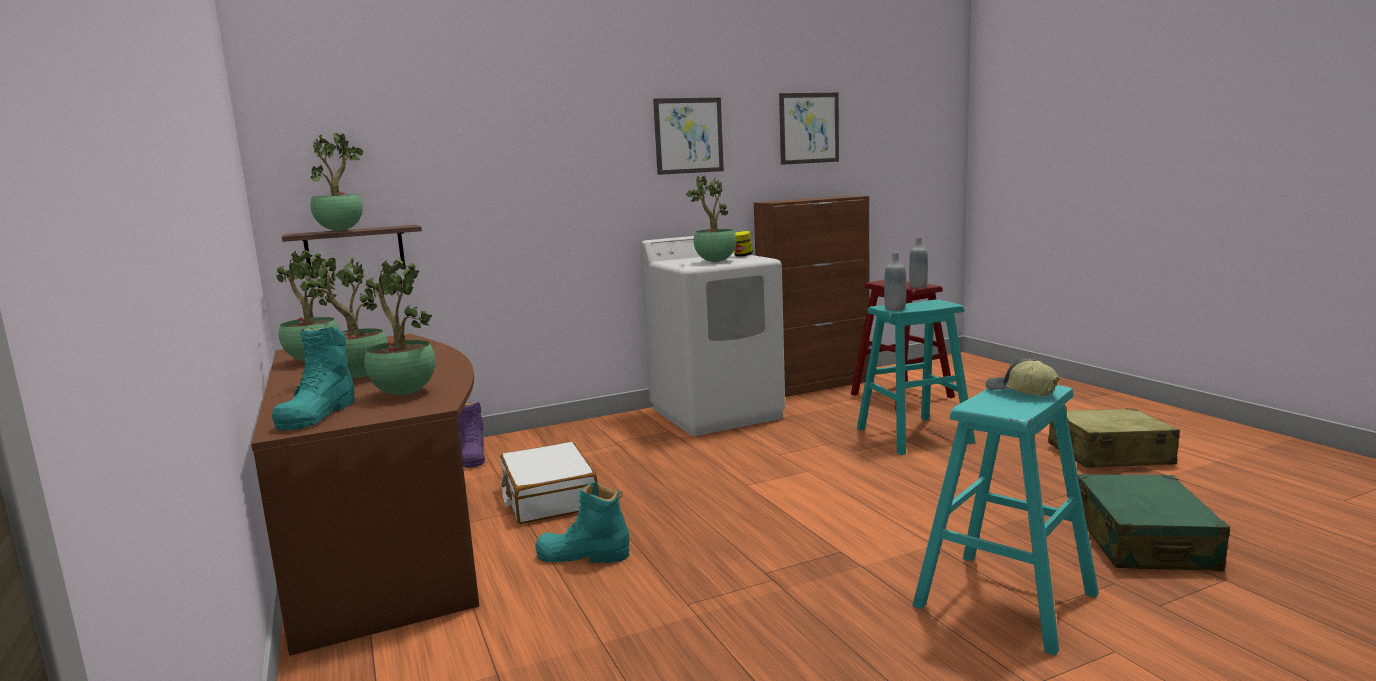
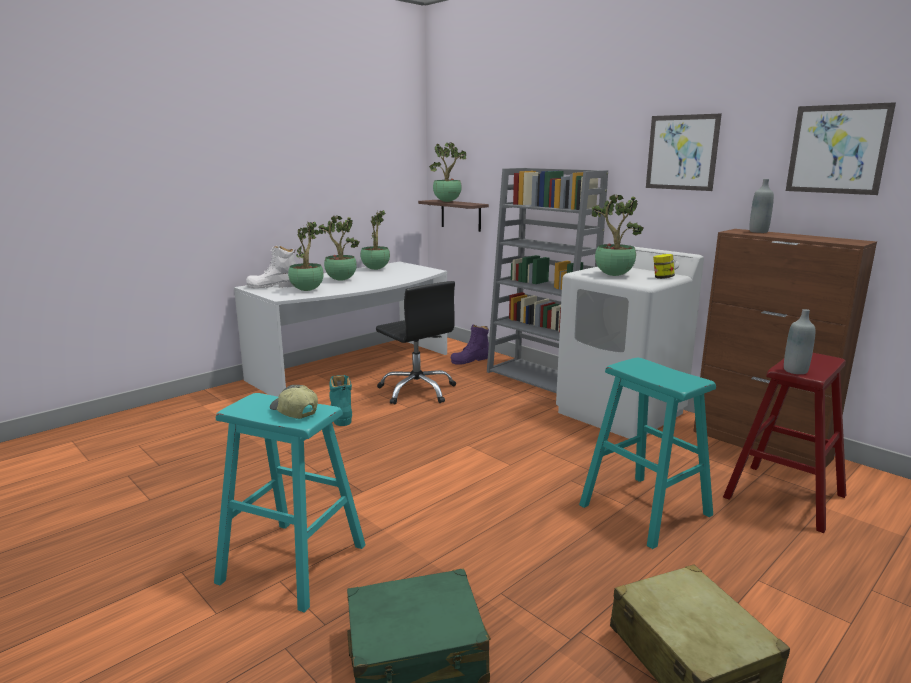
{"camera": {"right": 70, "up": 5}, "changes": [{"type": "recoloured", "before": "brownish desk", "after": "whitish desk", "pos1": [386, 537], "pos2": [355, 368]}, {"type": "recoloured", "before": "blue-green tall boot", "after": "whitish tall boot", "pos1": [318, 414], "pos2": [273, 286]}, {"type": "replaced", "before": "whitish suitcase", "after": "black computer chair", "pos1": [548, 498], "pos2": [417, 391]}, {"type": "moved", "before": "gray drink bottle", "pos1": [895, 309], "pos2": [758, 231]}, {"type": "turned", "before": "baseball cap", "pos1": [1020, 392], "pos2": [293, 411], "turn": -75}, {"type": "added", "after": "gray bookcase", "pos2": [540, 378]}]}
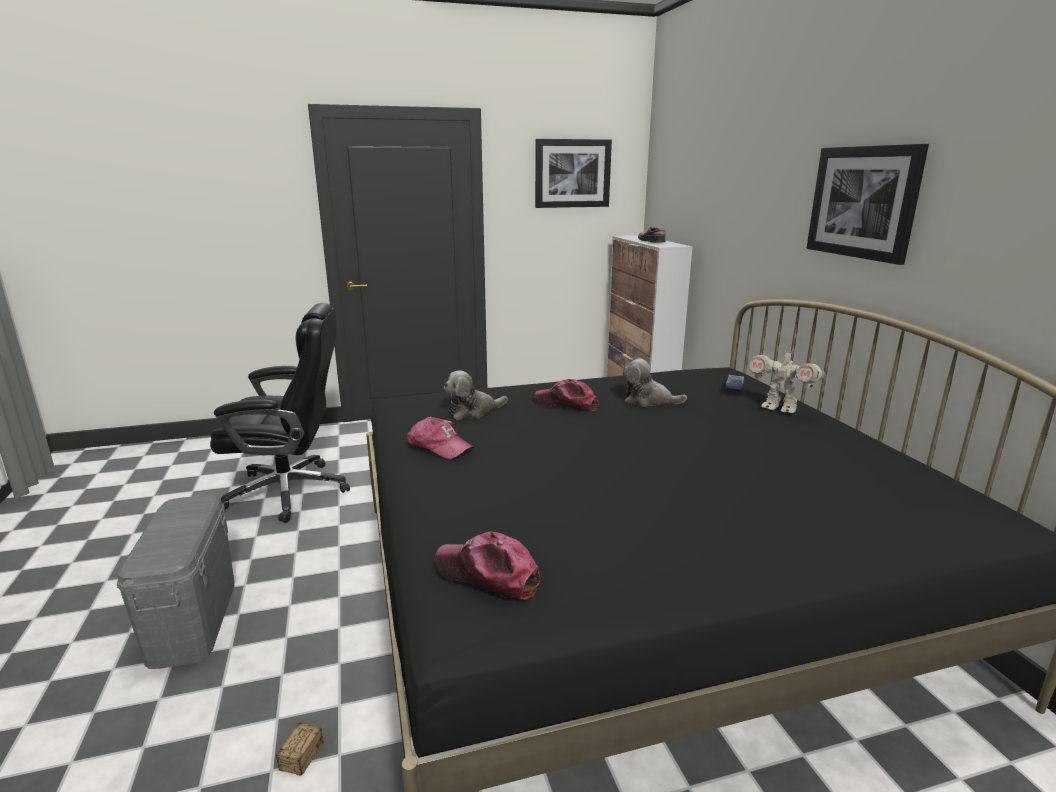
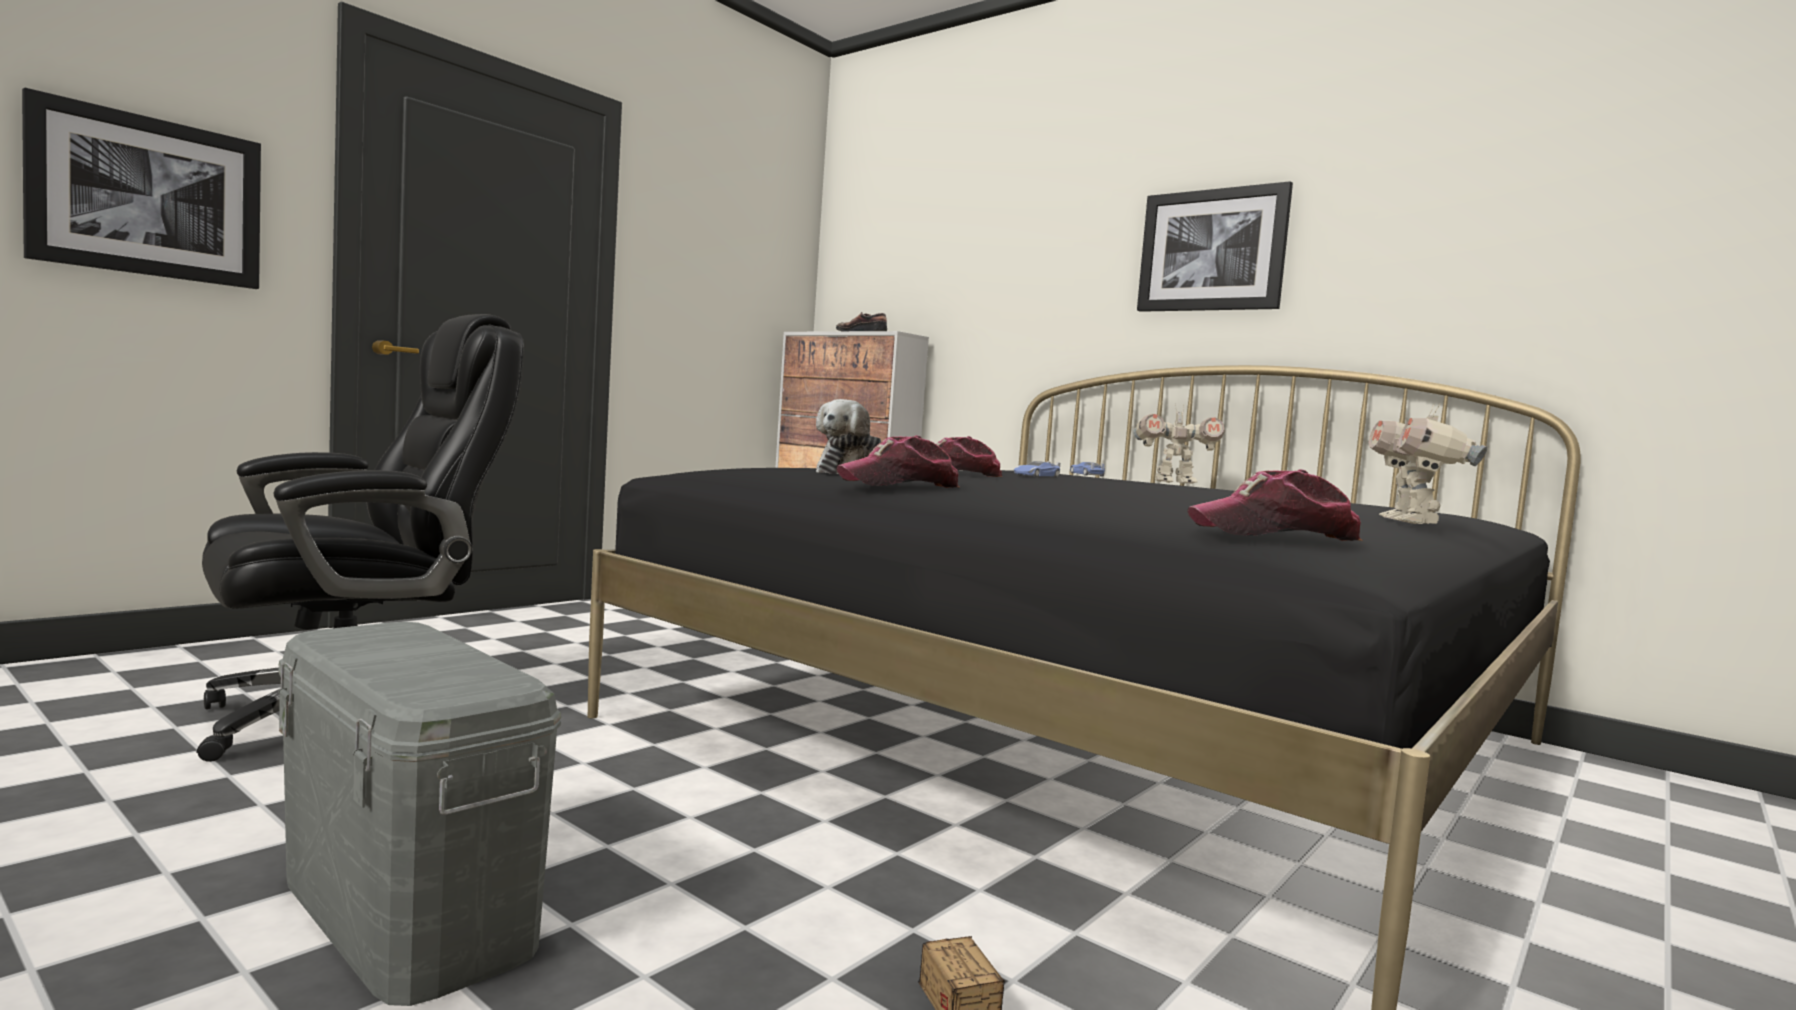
{"camera": {"right": -35, "up": -15}, "changes": [{"type": "turned", "before": "baseball cap", "pos1": [439, 446], "pos2": [900, 485], "turn": 150}, {"type": "moved", "before": "wall art", "pos1": [572, 173], "pos2": [148, 197]}, {"type": "replaced", "before": "cuddly toy", "after": "model car", "pos1": [648, 401], "pos2": [1036, 476]}, {"type": "added", "after": "toy robot", "pos2": [1413, 523]}]}
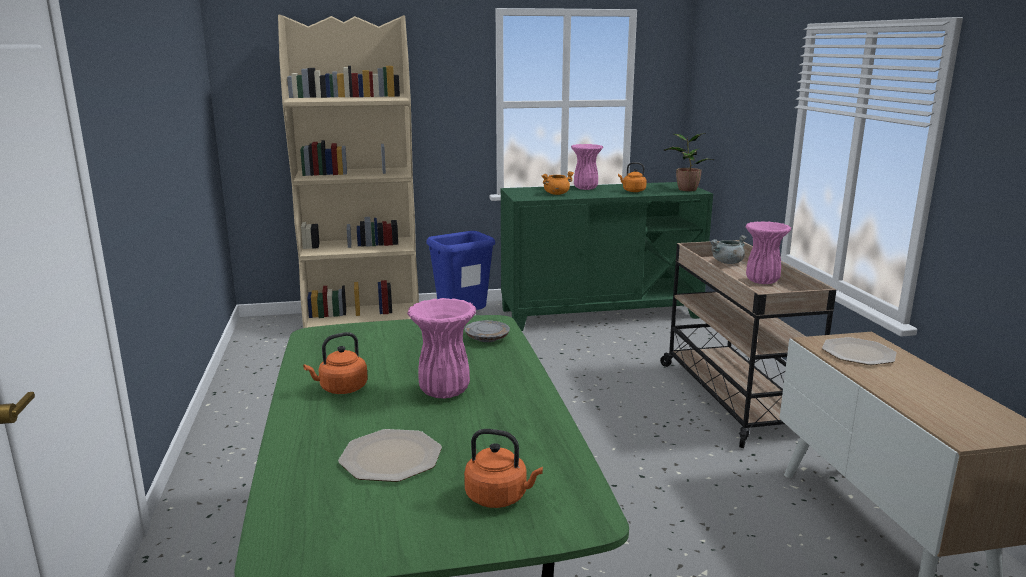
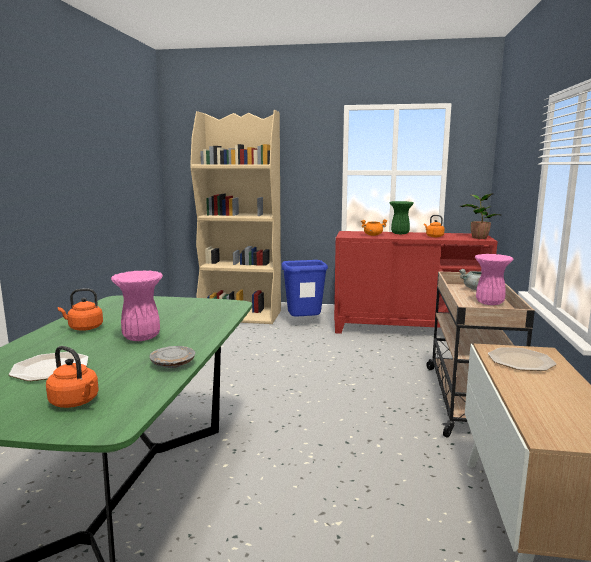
{"camera": {"right": 20, "up": -5}, "changes": [{"type": "moved", "before": "gray flat dish", "pos1": [487, 338], "pos2": [173, 364]}, {"type": "recoloured", "before": "greenish cabinet", "after": "red cabinet", "pos1": [600, 313], "pos2": [407, 329]}, {"type": "recoloured", "before": "pink-coloured vase", "after": "greenish vase", "pos1": [585, 188], "pos2": [399, 233]}]}
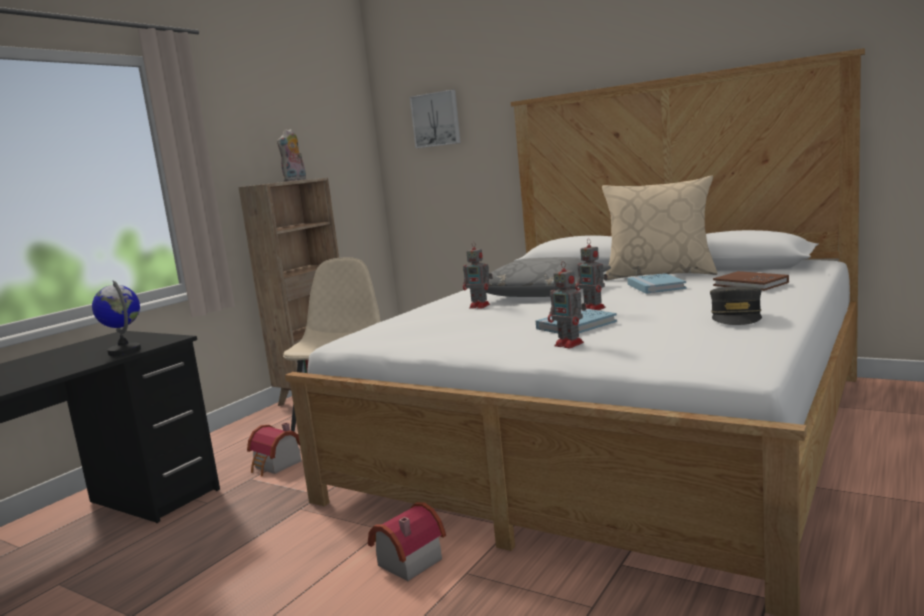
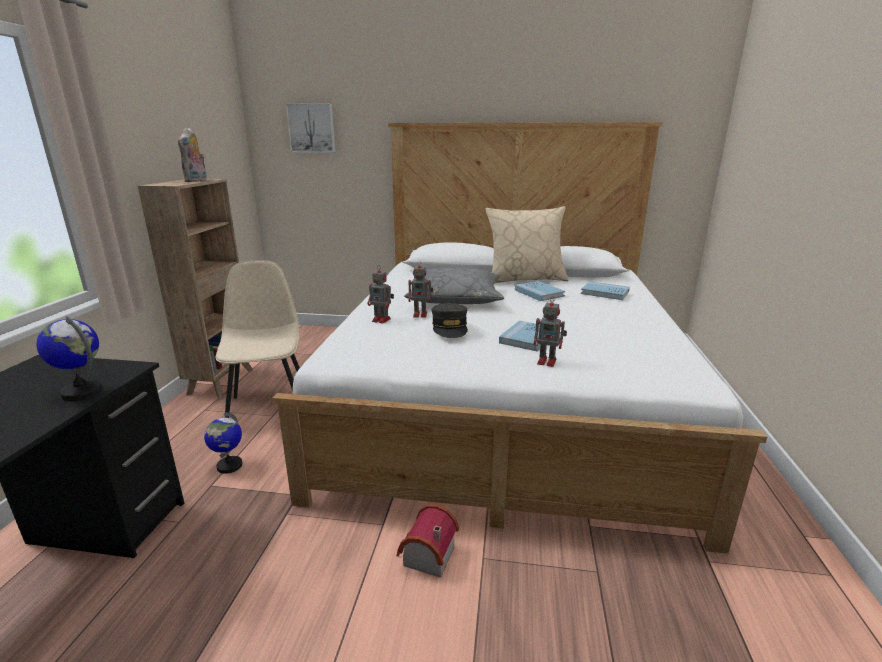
{"camera": {"right": -25, "up": 10}, "changes": [{"type": "replaced", "before": "model house", "after": "desk globe", "pos1": [276, 465], "pos2": [229, 466]}, {"type": "moved", "before": "toy robot", "pos1": [594, 309], "pos2": [382, 320]}, {"type": "moved", "before": "gray baseball cap", "pos1": [736, 316], "pos2": [450, 328]}, {"type": "recoloured", "before": "brownish bound book", "after": "bluish bound book", "pos1": [750, 284], "pos2": [605, 293]}]}
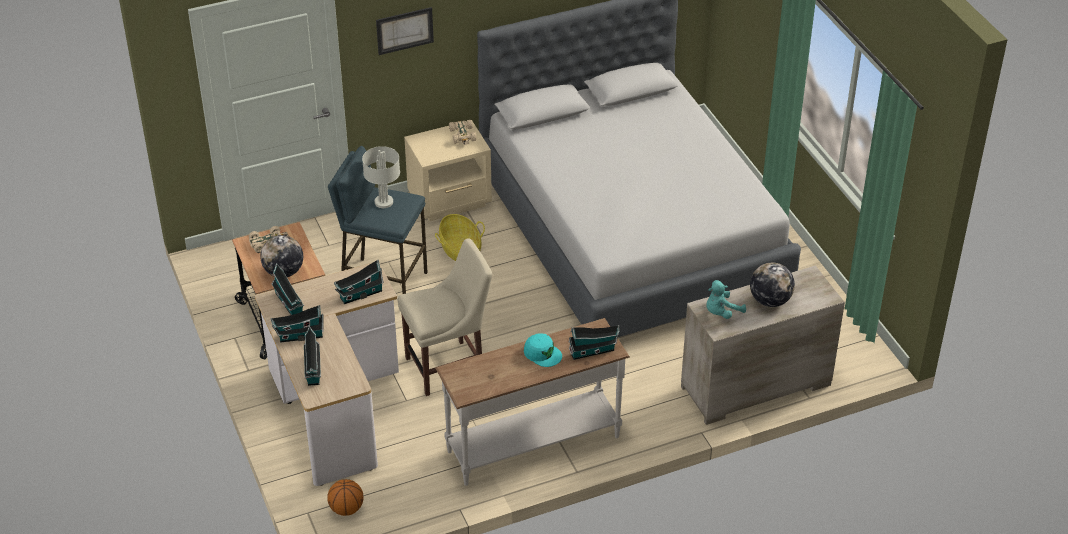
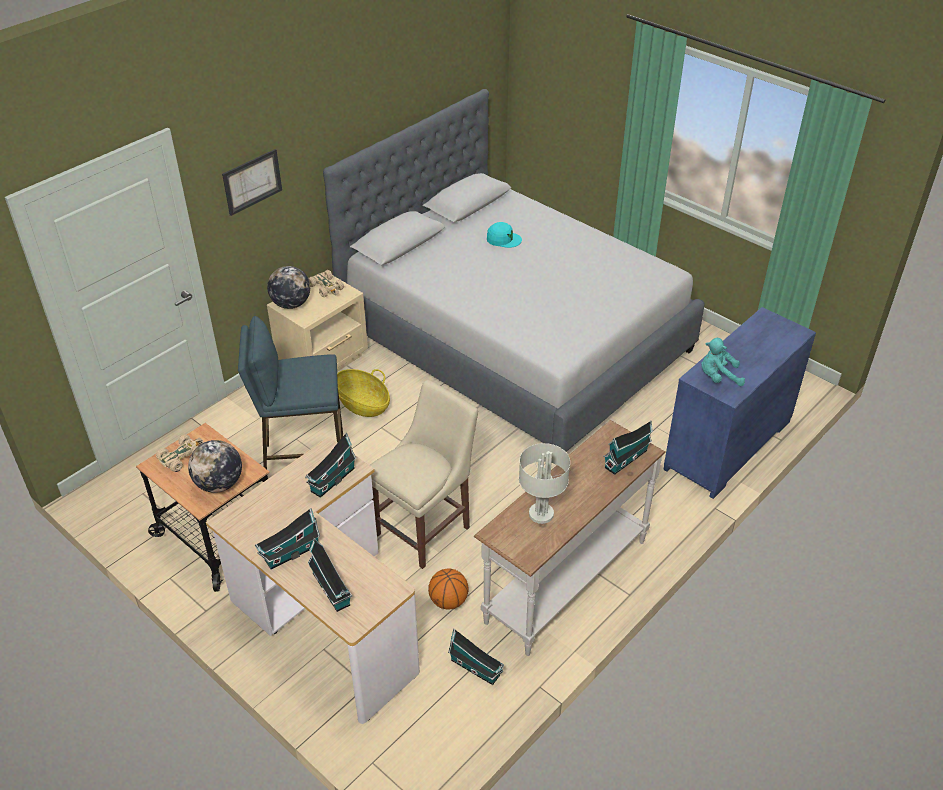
{"camera": {"right": -25, "up": 0}, "changes": [{"type": "moved", "before": "model house", "pos1": [289, 304], "pos2": [477, 669]}, {"type": "moved", "before": "ball for basketball", "pos1": [346, 509], "pos2": [448, 601]}, {"type": "moved", "before": "gray lamp for a table", "pos1": [383, 202], "pos2": [540, 514]}, {"type": "moved", "before": "blue-green baseball cap", "pos1": [542, 353], "pos2": [503, 239]}, {"type": "recoloured", "before": "beige-coloured drawer chest", "after": "bluish drawer chest", "pos1": [756, 387], "pos2": [728, 446]}, {"type": "turned", "before": "blue-green cuddly toy", "pos1": [721, 312], "pos2": [718, 377], "turn": 60}, {"type": "moved", "before": "desk globe", "pos1": [770, 301], "pos2": [291, 304]}]}
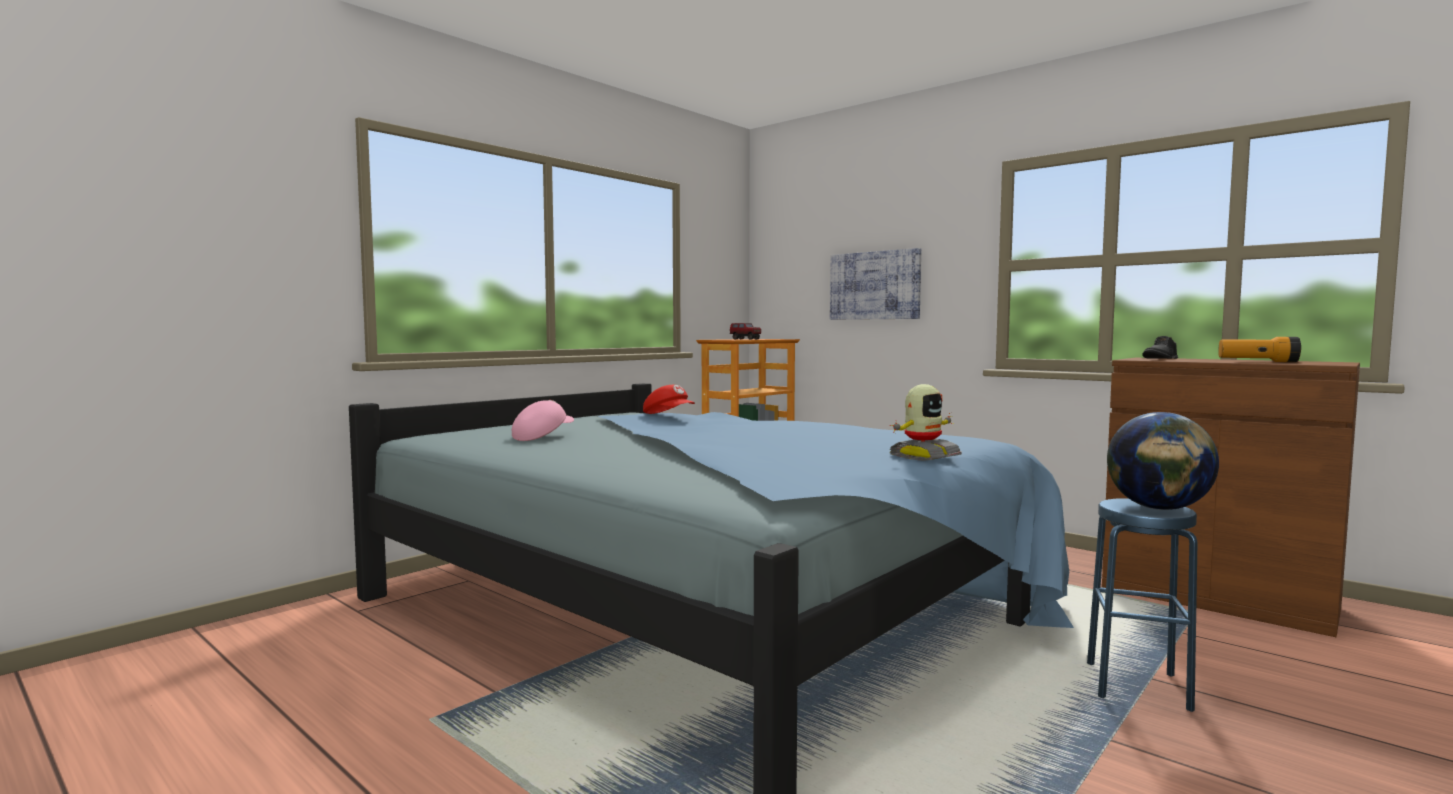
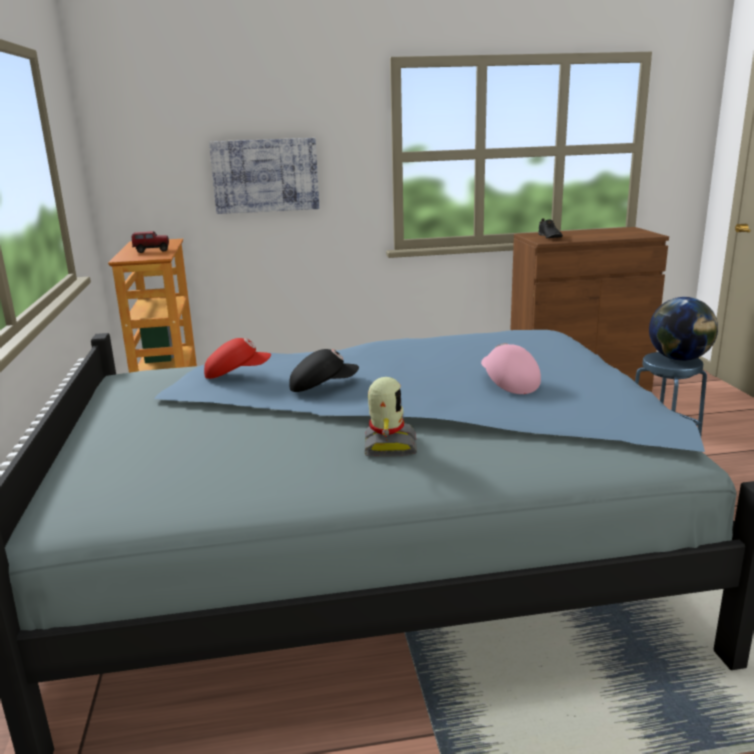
{"camera": {"right": -50, "up": 15}, "changes": [{"type": "moved", "before": "pink-coloured baseball cap", "pos1": [542, 437], "pos2": [508, 383]}, {"type": "moved", "before": "toy robot", "pos1": [923, 456], "pos2": [388, 445]}, {"type": "removed", "before": "flashlight", "pos1": [1257, 361]}, {"type": "added", "after": "black baseball cap", "pos2": [322, 386]}]}
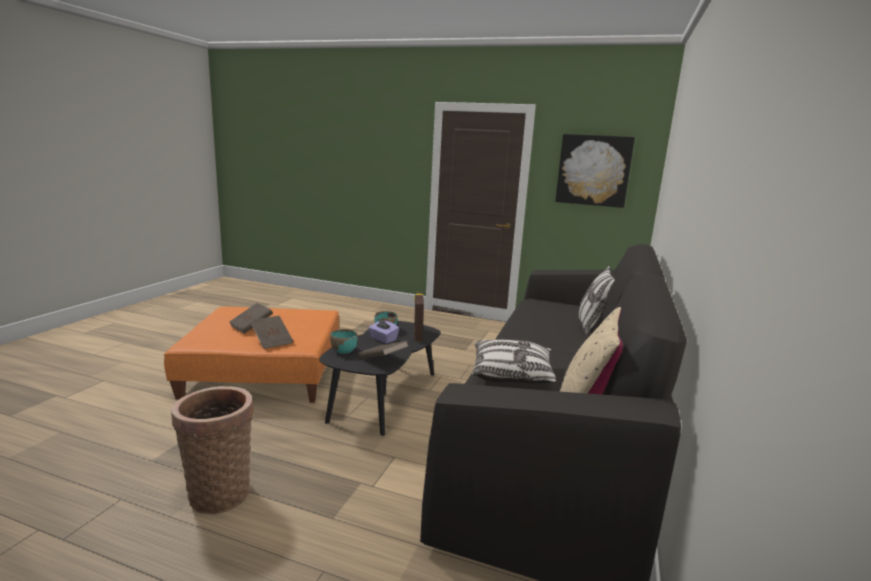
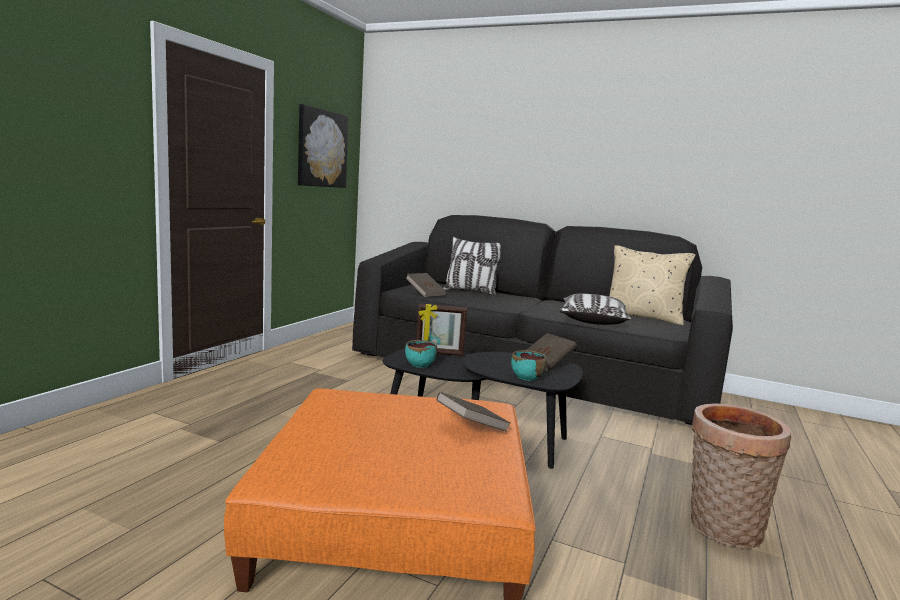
{"camera": {"right": -85, "up": -5}, "changes": [{"type": "moved", "before": "brownish bound book", "pos1": [251, 326], "pos2": [425, 293]}, {"type": "removed", "before": "purple-coloured tissue holder", "pos1": [383, 339]}]}
